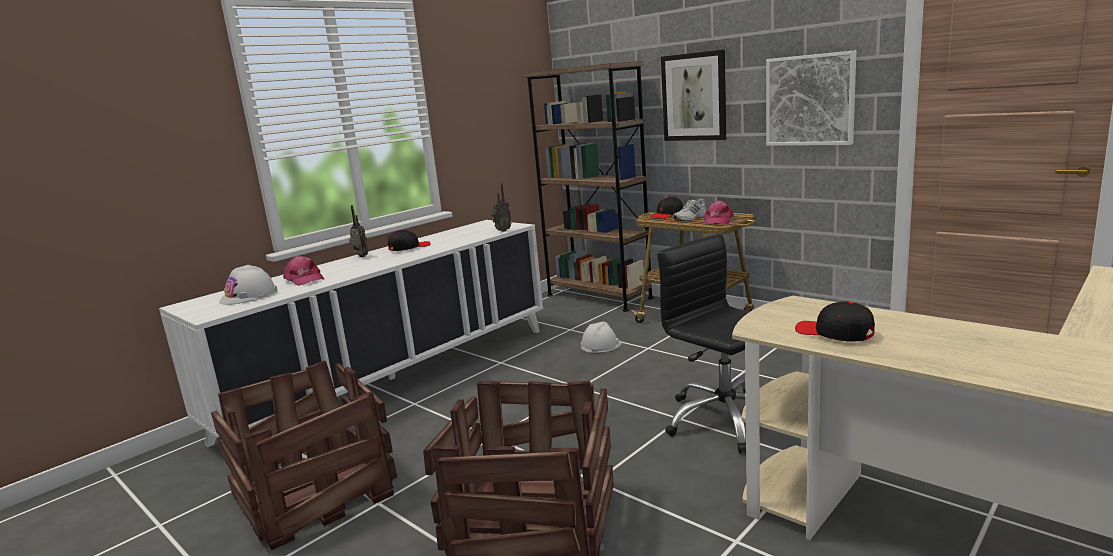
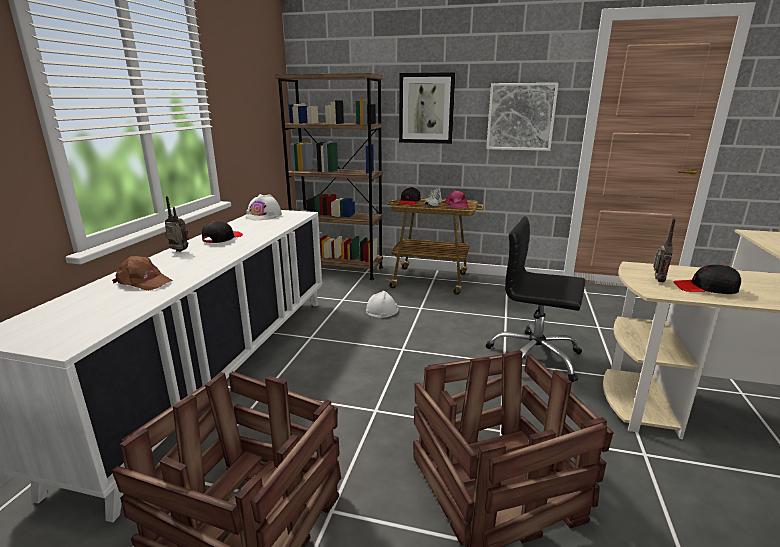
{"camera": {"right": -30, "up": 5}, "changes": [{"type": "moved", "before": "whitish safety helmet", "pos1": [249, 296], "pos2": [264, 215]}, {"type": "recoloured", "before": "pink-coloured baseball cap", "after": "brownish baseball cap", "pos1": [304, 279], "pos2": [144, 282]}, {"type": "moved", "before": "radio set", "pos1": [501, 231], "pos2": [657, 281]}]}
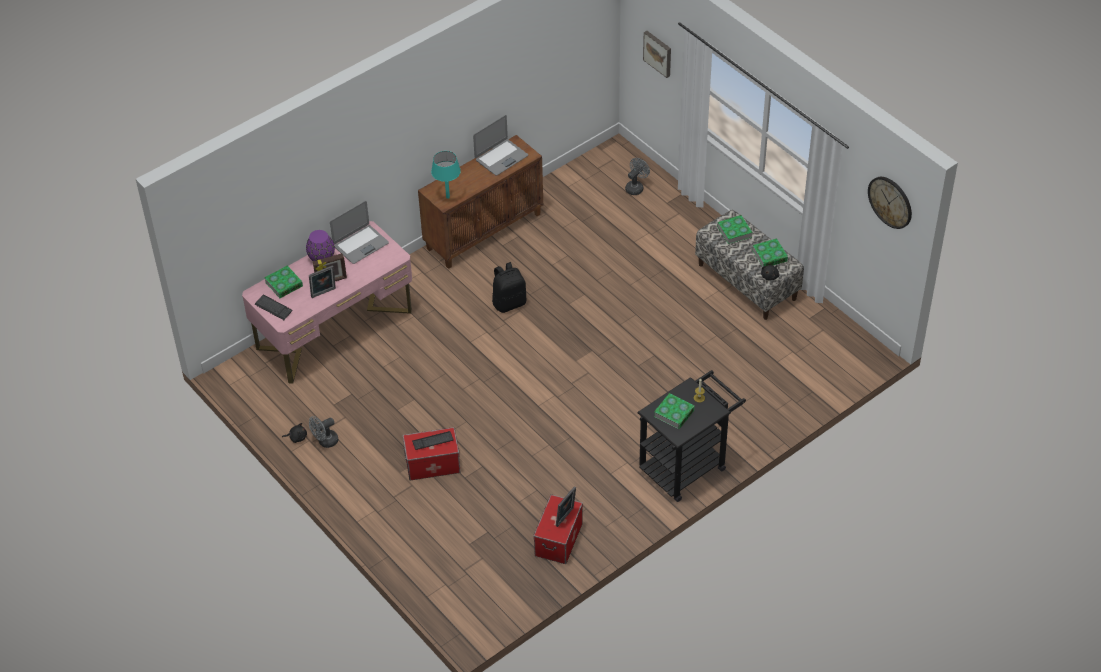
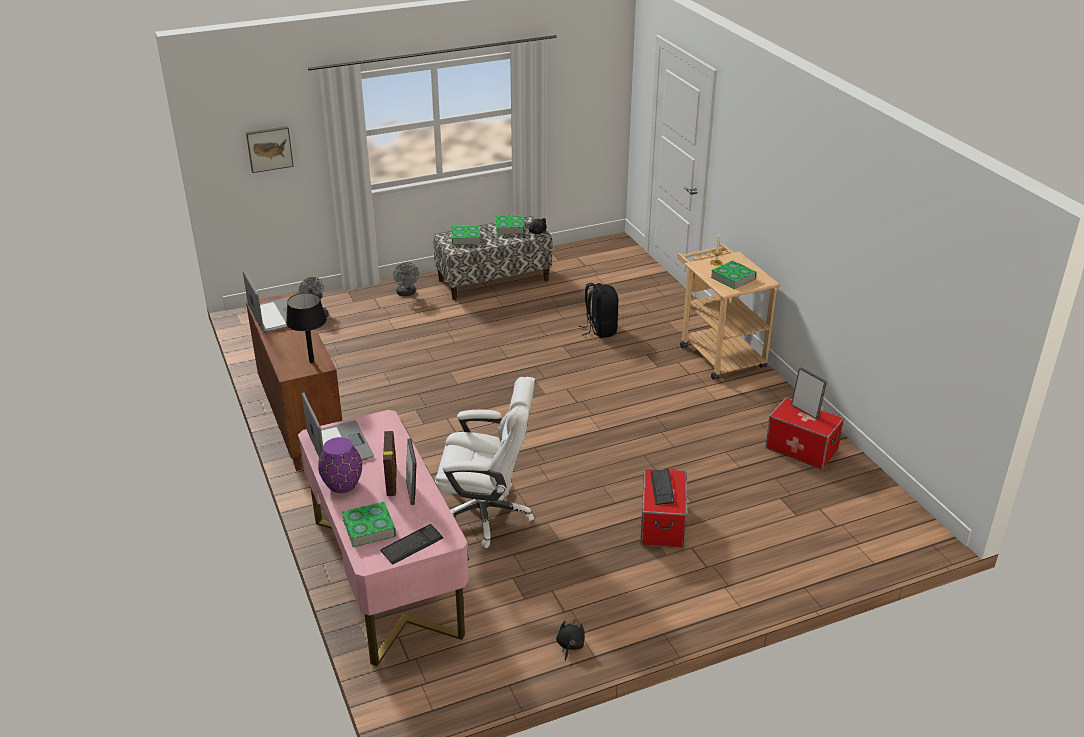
{"camera": {"right": -75, "up": -15}, "changes": [{"type": "moved", "before": "gray fan", "pos1": [325, 442], "pos2": [407, 293]}, {"type": "recoloured", "before": "blue-green lamp for a table", "after": "black lamp for a table", "pos1": [447, 197], "pos2": [311, 362]}, {"type": "moved", "before": "black backpack", "pos1": [509, 303], "pos2": [600, 330]}, {"type": "recoloured", "before": "black wheeled cart", "after": "beige-coloured wheeled cart", "pos1": [688, 464], "pos2": [718, 353]}, {"type": "removed", "before": "wall clock", "pos1": [890, 202]}, {"type": "added", "after": "whitish computer chair", "pos2": [486, 513]}]}
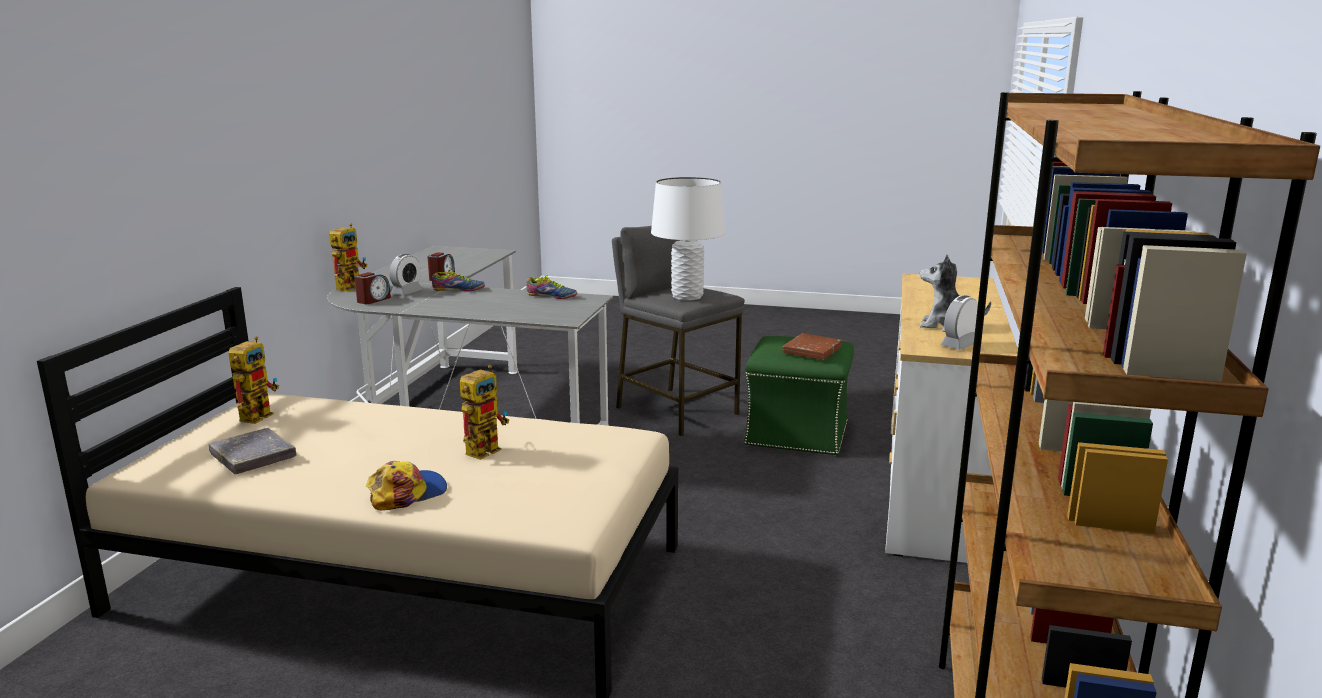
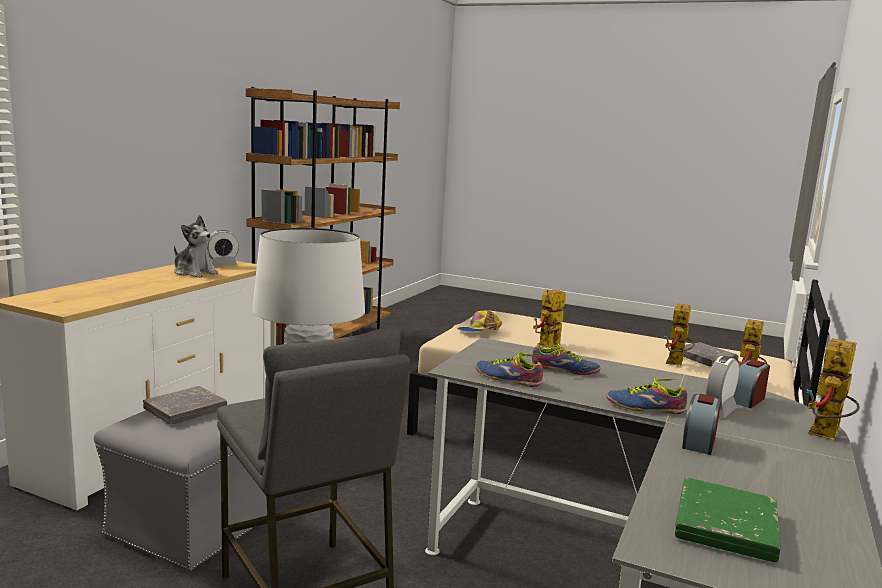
{"camera": {"right": -170, "up": -5}, "changes": [{"type": "moved", "before": "baseball cap", "pos1": [407, 493], "pos2": [479, 330]}, {"type": "recoloured", "before": "greenish footrest", "after": "gray footrest", "pos1": [798, 433], "pos2": [188, 525]}, {"type": "recoloured", "before": "brownish bound book", "after": "gray bound book", "pos1": [812, 351], "pos2": [185, 410]}, {"type": "added", "after": "item of footwear", "pos2": [565, 370]}, {"type": "added", "after": "toy robot", "pos2": [676, 364]}, {"type": "added", "after": "greenish bound book", "pos2": [725, 526]}]}
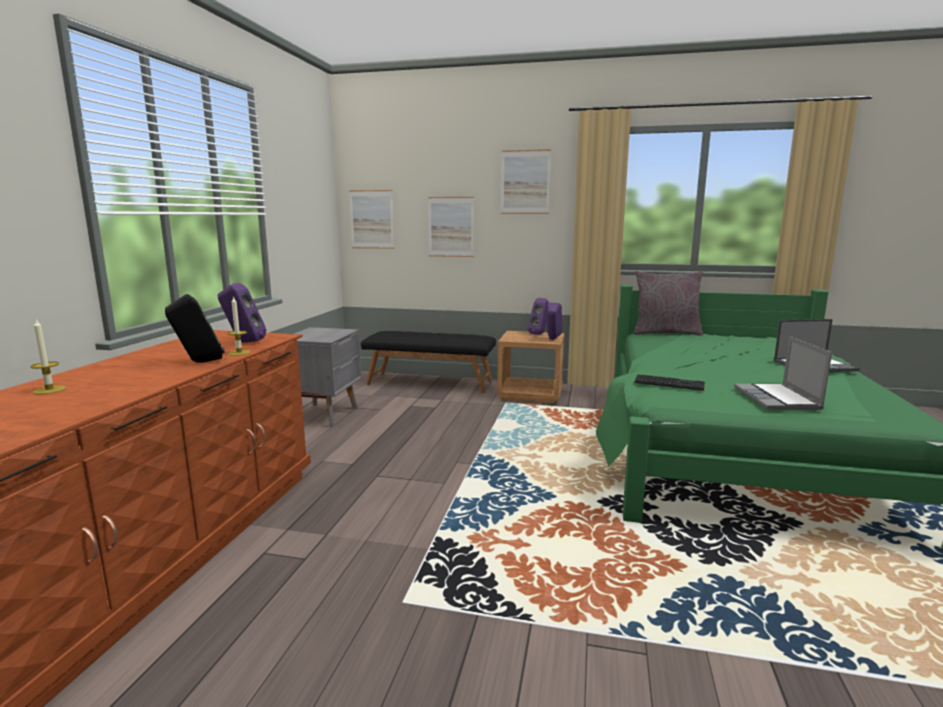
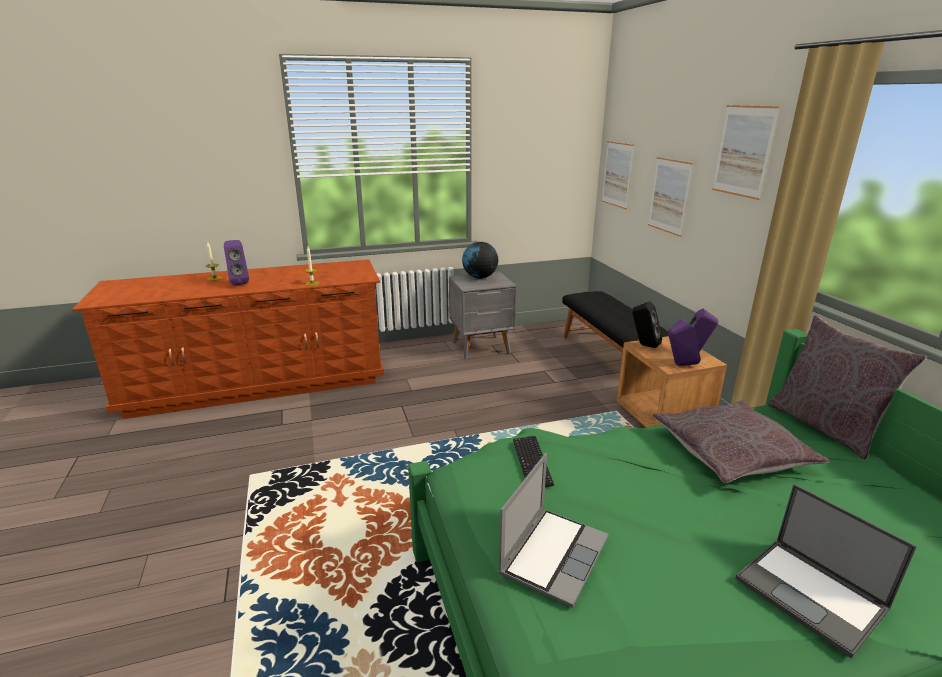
{"camera": {"right": 60, "up": 10}, "changes": [{"type": "moved", "before": "black speaker", "pos1": [199, 362], "pos2": [644, 345]}, {"type": "moved", "before": "purple-coloured speaker", "pos1": [243, 342], "pos2": [239, 283]}, {"type": "turned", "before": "notebook computer", "pos1": [778, 399], "pos2": [553, 555], "turn": 150}, {"type": "added", "after": "desk globe", "pos2": [480, 277]}, {"type": "added", "after": "gray throw pillow", "pos2": [731, 452]}]}
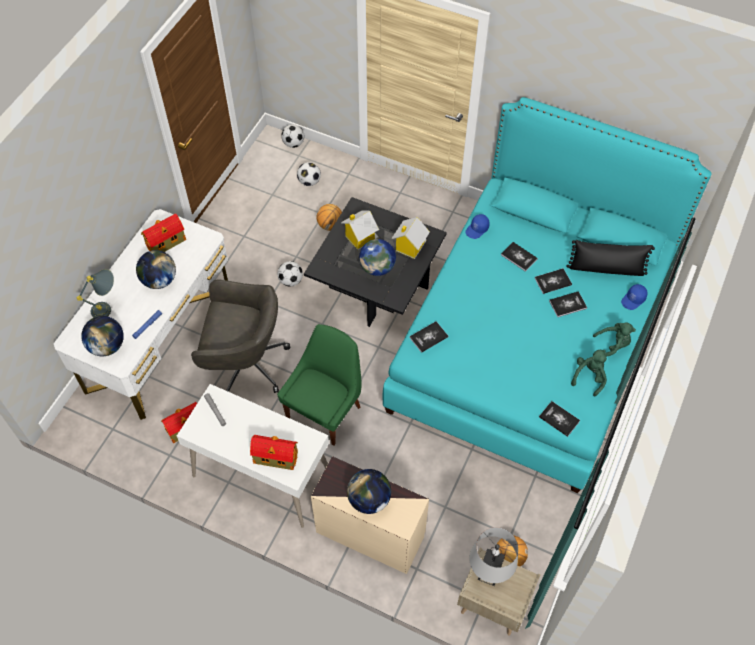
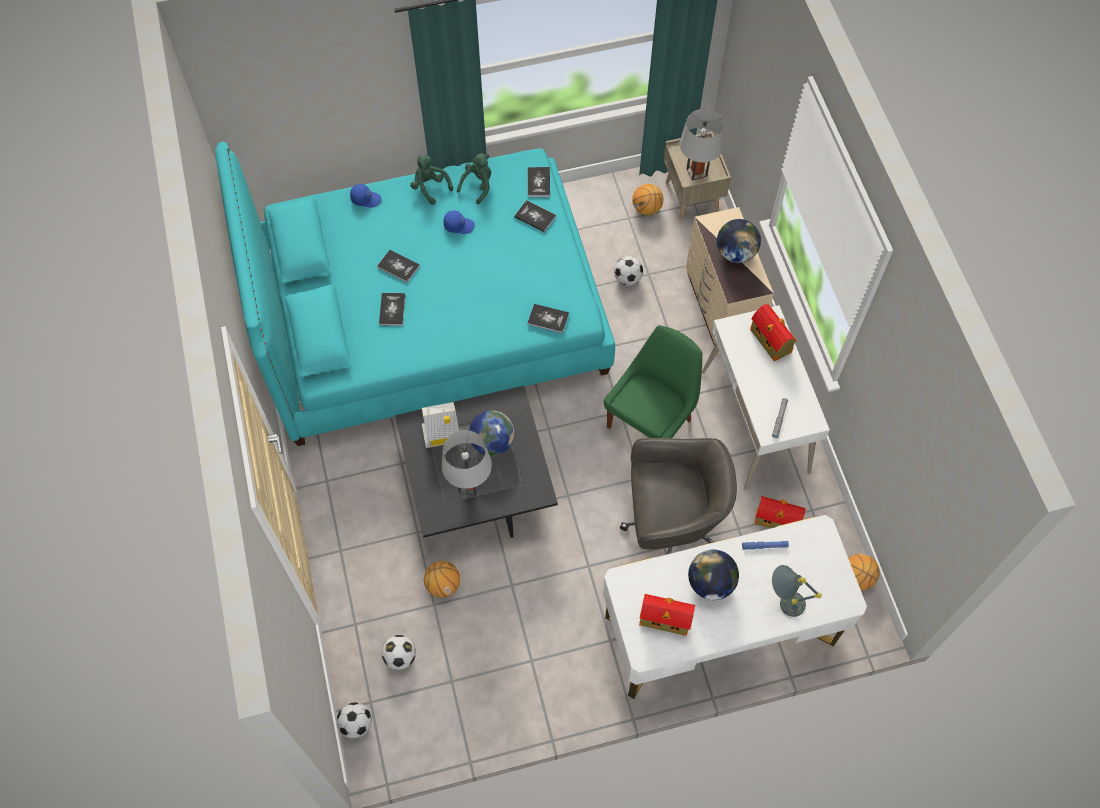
{"camera": {"right": -130, "up": 5}, "changes": [{"type": "removed", "before": "desk globe", "pos1": [107, 346]}, {"type": "turned", "before": "gray computer chair", "pos1": [245, 364], "pos2": [671, 526], "turn": 120}, {"type": "moved", "before": "football", "pos1": [291, 281], "pos2": [627, 278]}, {"type": "turned", "before": "greenish chair", "pos1": [325, 410], "pos2": [651, 421], "turn": 135}, {"type": "replaced", "before": "model house", "after": "gray lamp for a table", "pos1": [360, 237], "pos2": [469, 485]}, {"type": "moved", "before": "bluish baseball cap", "pos1": [477, 229], "pos2": [459, 225]}, {"type": "moved", "before": "bound book", "pos1": [567, 304], "pos2": [535, 217]}, {"type": "removed", "before": "black throw pillow", "pos1": [606, 268]}, {"type": "turned", "before": "greenish cuddly toy", "pos1": [589, 377], "pos2": [478, 185], "turn": 135}, {"type": "added", "after": "ball for basketball", "pos2": [857, 578]}]}
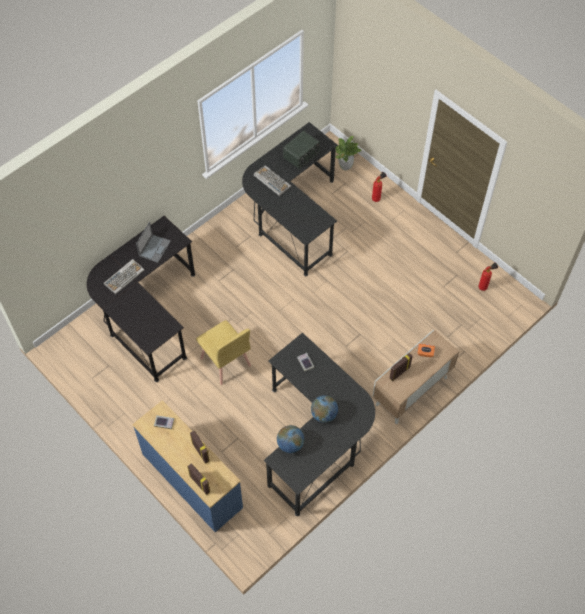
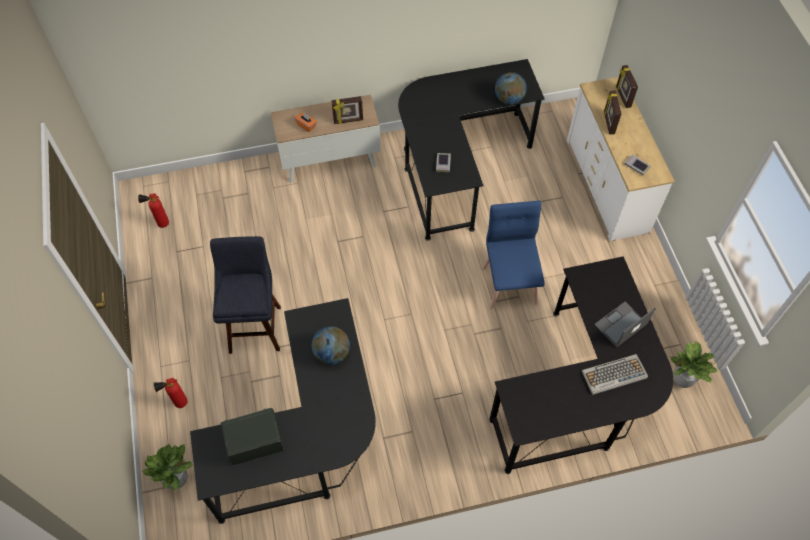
{"camera": {"right": -150, "up": 0}, "changes": [{"type": "recoloured", "before": "bluish drawer chest", "after": "whitish drawer chest", "pos1": [191, 481], "pos2": [607, 185]}, {"type": "moved", "before": "notebook computer", "pos1": [154, 248], "pos2": [620, 325]}, {"type": "recoloured", "before": "yellow-coloured chair", "after": "bluish chair", "pos1": [225, 362], "pos2": [510, 284]}, {"type": "removed", "before": "PC keyboard", "pos1": [272, 180]}, {"type": "moved", "before": "desk globe", "pos1": [324, 414], "pos2": [332, 353]}, {"type": "added", "after": "bluish sitting stool", "pos2": [255, 325]}, {"type": "added", "after": "potted plant", "pos2": [681, 380]}]}
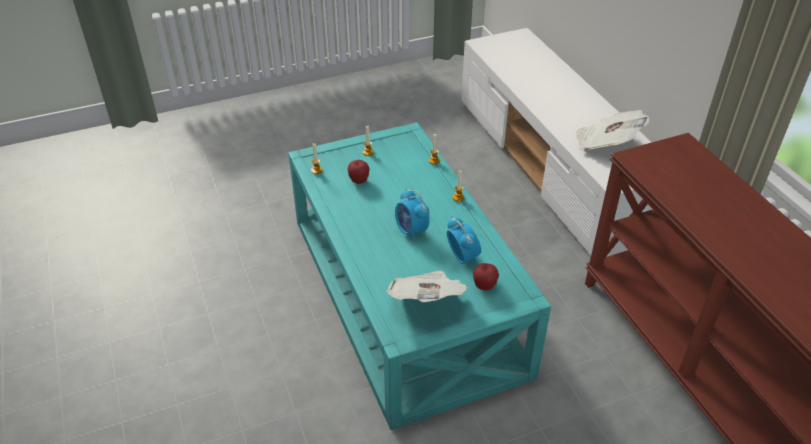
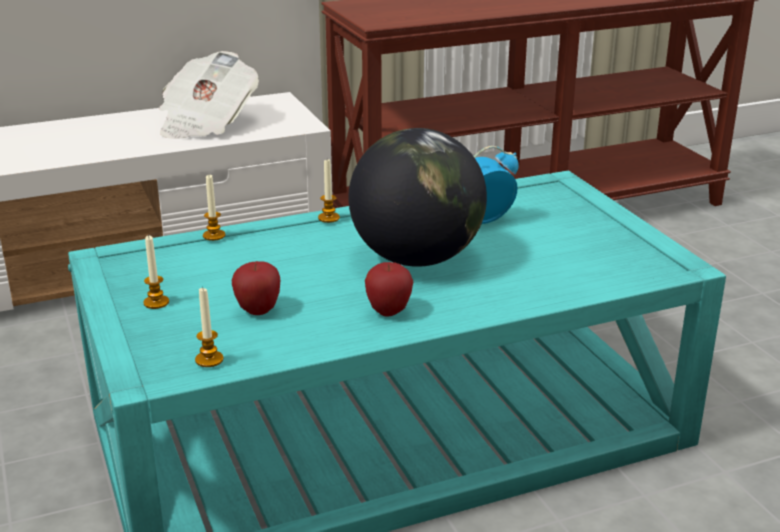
{"camera": {"right": -90, "up": -15}, "changes": [{"type": "removed", "before": "printed paper", "pos1": [427, 301]}, {"type": "replaced", "before": "table clock", "after": "desk globe", "pos1": [411, 231], "pos2": [417, 259]}, {"type": "moved", "before": "whole apple", "pos1": [484, 286], "pos2": [389, 311]}]}
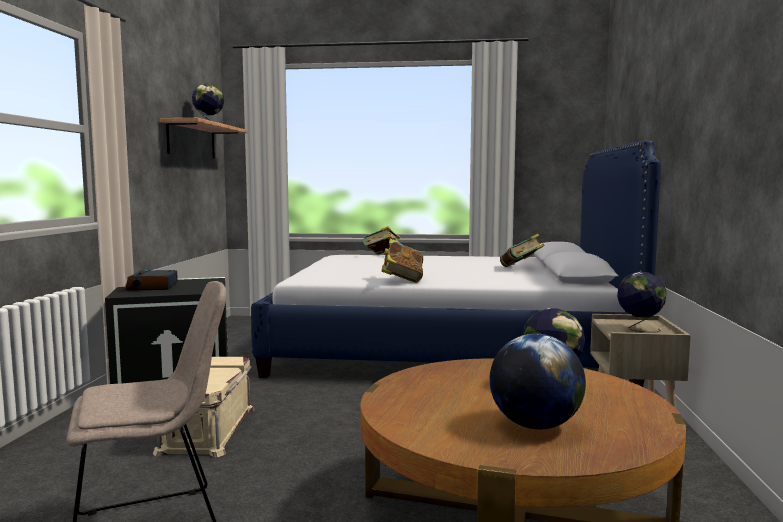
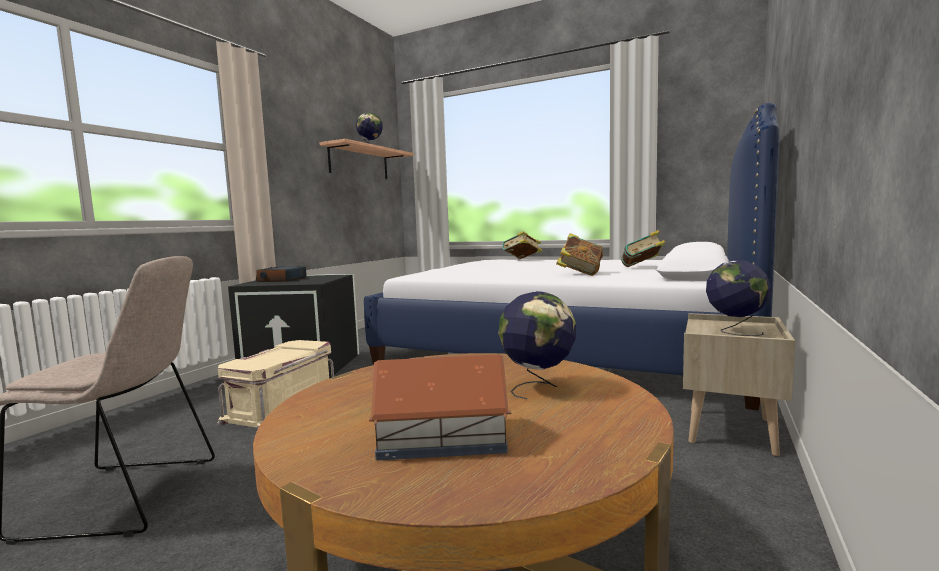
{"camera": {"right": 20, "up": 0}, "changes": [{"type": "moved", "before": "bound book", "pos1": [402, 280], "pos2": [580, 274]}, {"type": "replaced", "before": "desk globe", "after": "model house", "pos1": [535, 425], "pos2": [440, 437]}]}
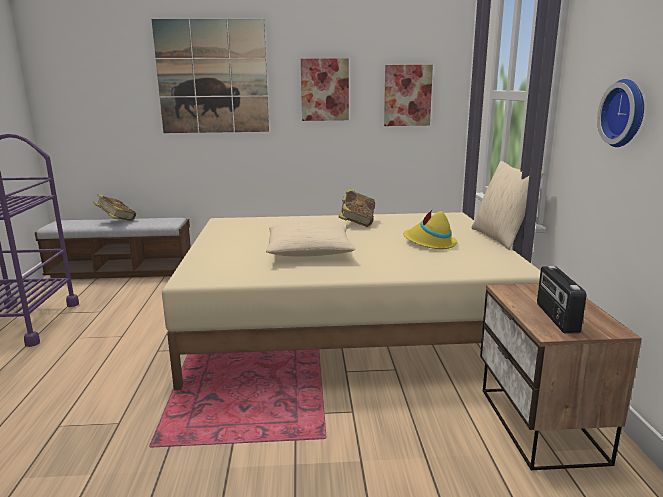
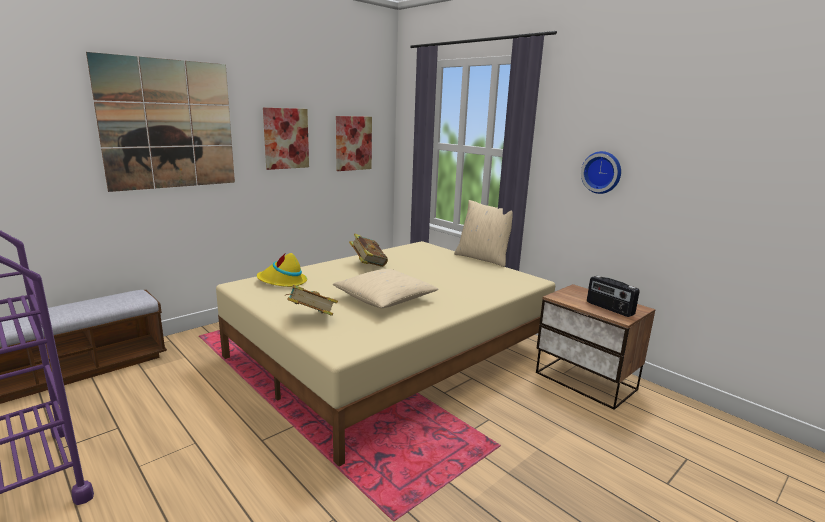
{"camera": {"right": -40, "up": 0}, "changes": [{"type": "moved", "before": "bound book", "pos1": [116, 221], "pos2": [311, 319]}, {"type": "moved", "before": "yellow-coloured wearable hat", "pos1": [429, 243], "pos2": [282, 282]}]}
